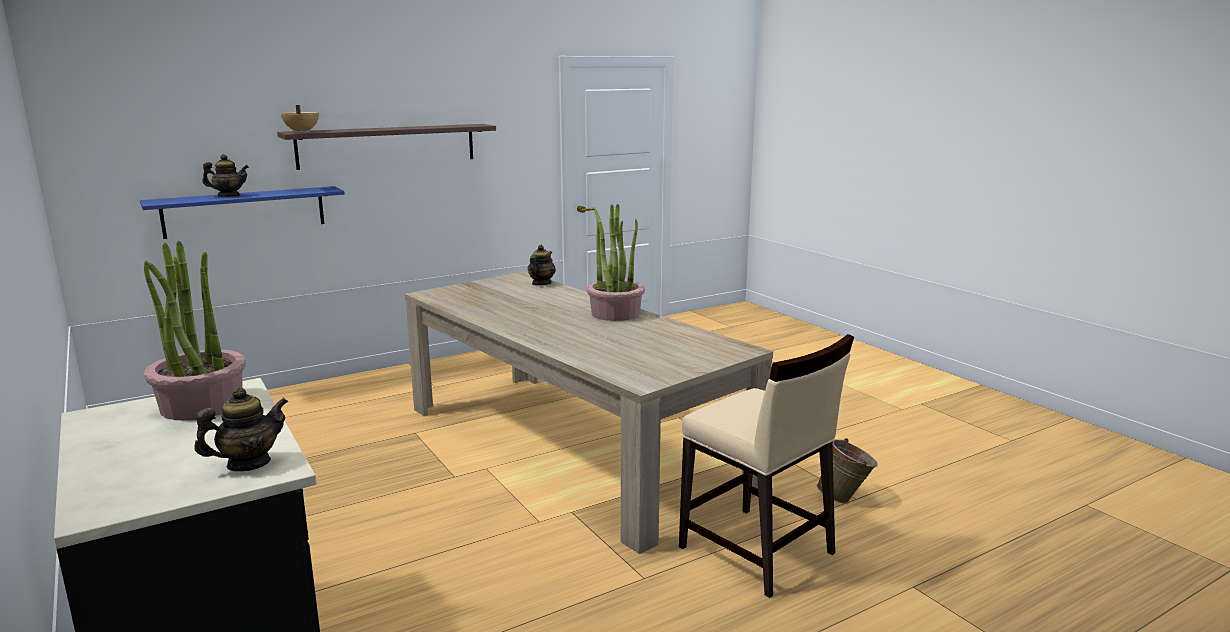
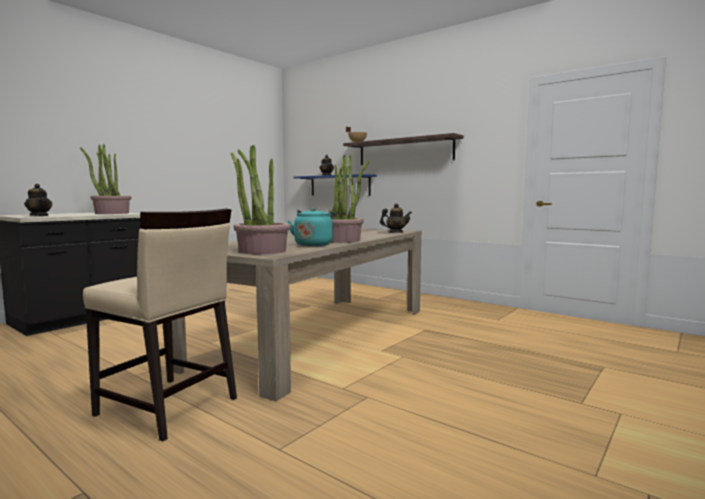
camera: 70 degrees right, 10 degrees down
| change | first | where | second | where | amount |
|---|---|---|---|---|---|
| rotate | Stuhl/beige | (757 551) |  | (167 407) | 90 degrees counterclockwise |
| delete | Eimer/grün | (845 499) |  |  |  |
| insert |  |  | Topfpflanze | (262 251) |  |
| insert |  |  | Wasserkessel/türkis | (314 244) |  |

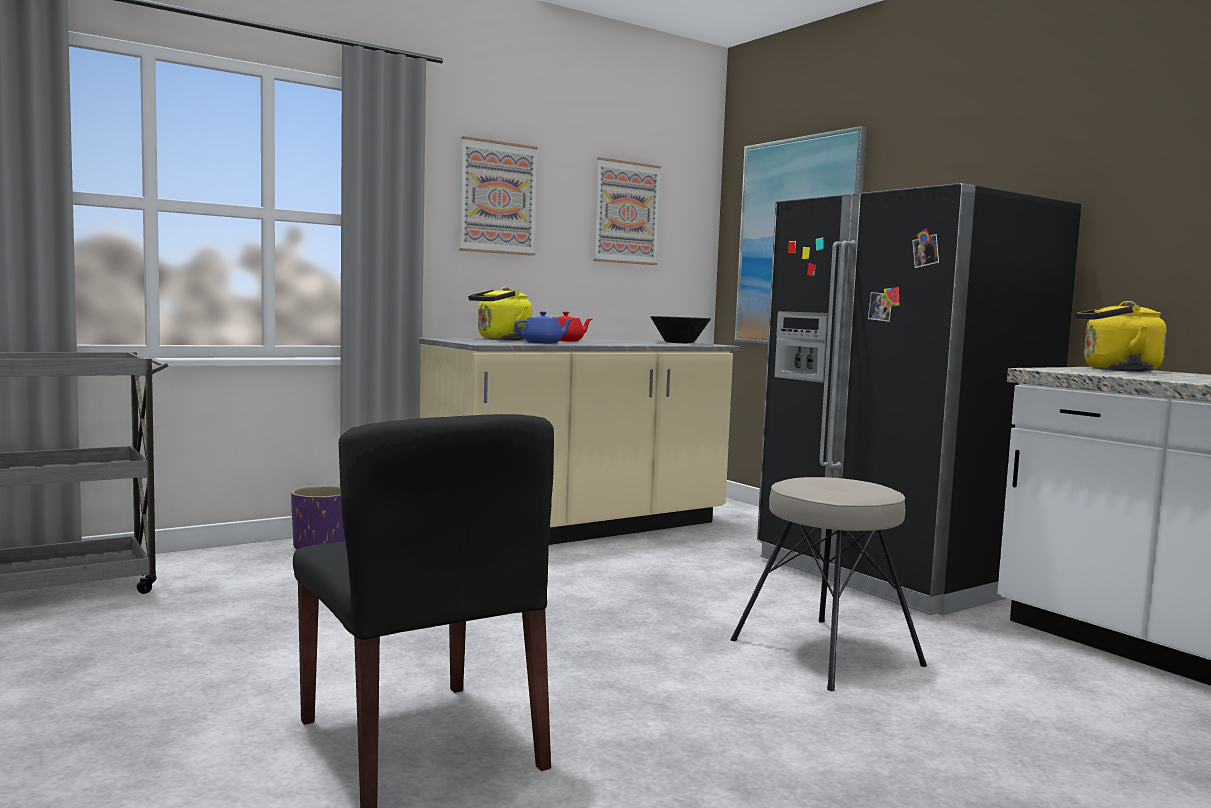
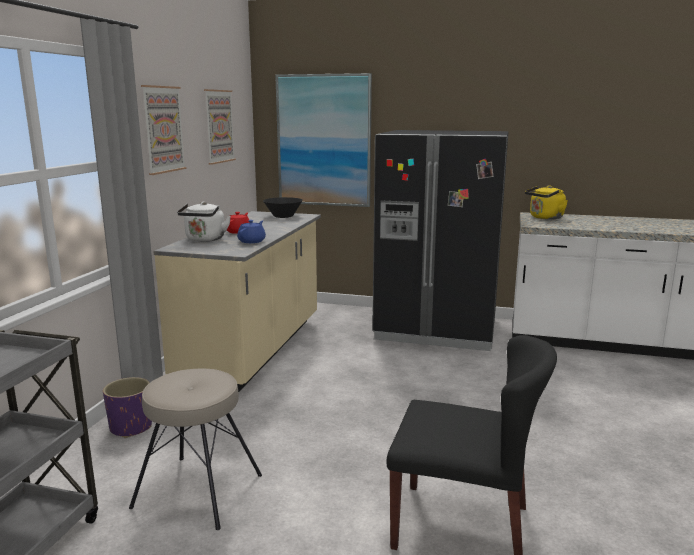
camera: 40 degrees left, 10 degrees up
| change | first | where | second | where | amount |
|---|---|---|---|---|---|
| recolor | Wasserkessel/gelb | (501 339) | Wasserkessel/weiß | (205 240) |  |
| move | Hocker/beige | (826 652) |  | (198 490) |  |

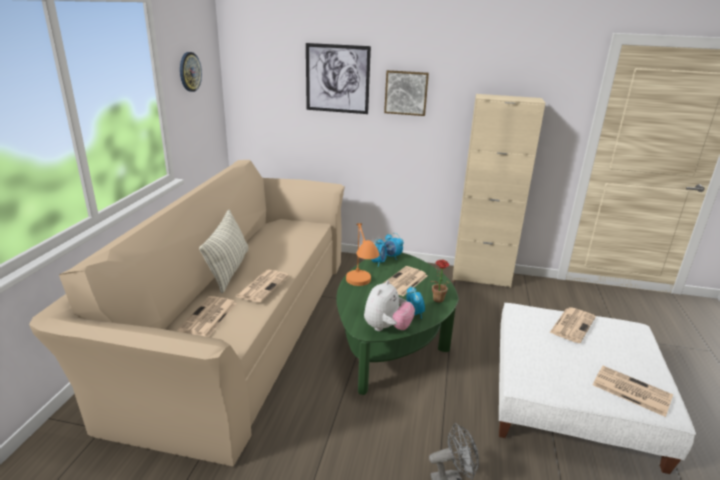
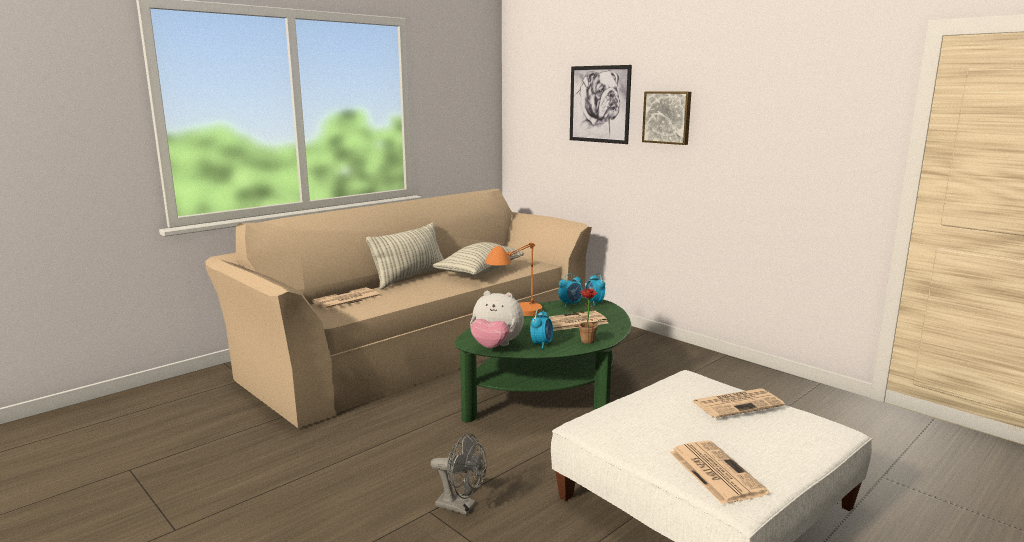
camera: 35 degrees right, 10 degrees down
| change | first | where | second | where | amount |
|---|---|---|---|---|---|
| delete | Wanduhr | (189 72) |  |  |  |
| delete | Schrank/beige | (481 277) |  |  |  |
| delete | Zeitung | (262 286) |  |  |  |
| rotate | Plüschtier | (387 328) |  | (495 346) | 45 degrees clockwise |
| insert |  |  | Kissen | (480 272) |  |

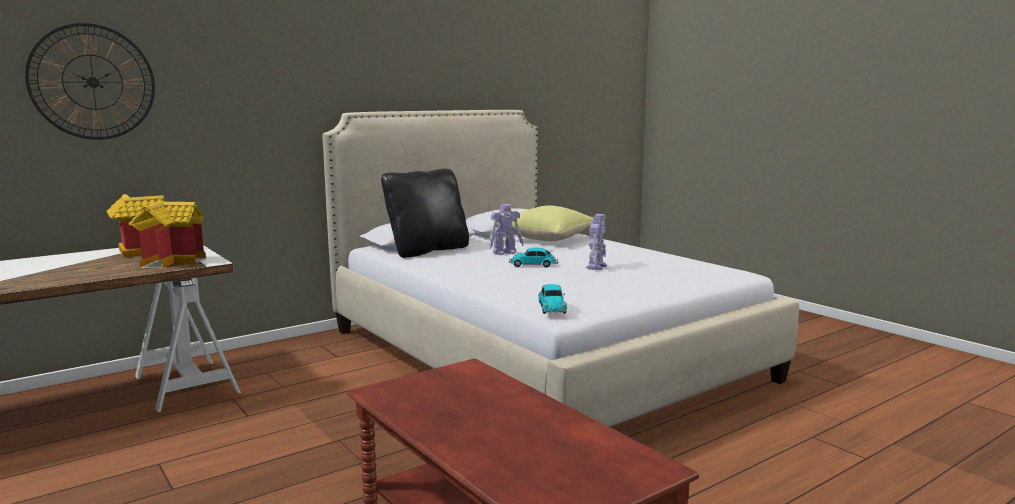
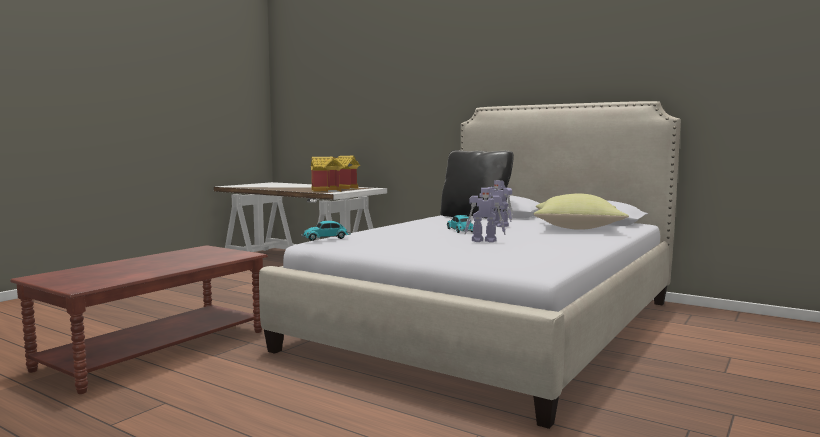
camera: 70 degrees right, 5 degrees down
| change | first | where | second | where | amount |
|---|---|---|---|---|---|
| delete | Wanduhr | (93 82) |  |  |  |

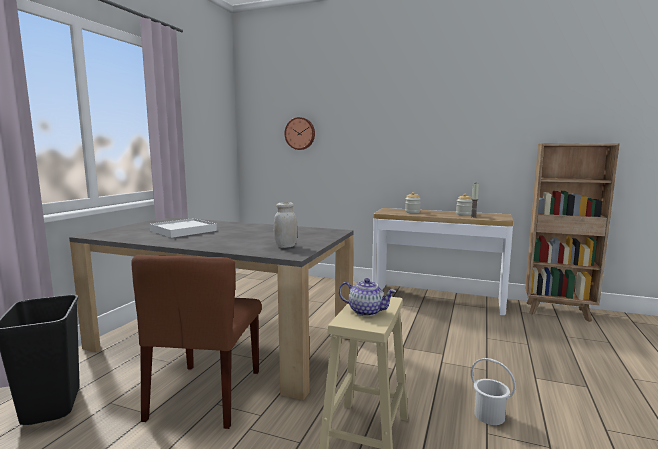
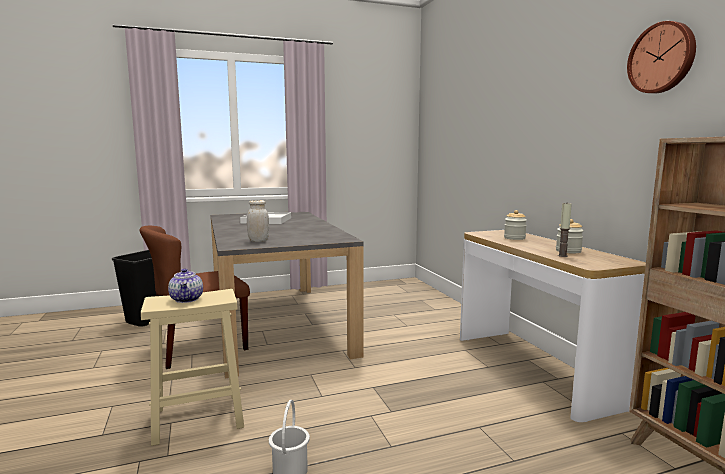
camera: 50 degrees right, 0 degrees up
| change | first | where | second | where | amount |
|---|---|---|---|---|---|
| move | Wanduhr | (300 133) |  | (662 58) |  |

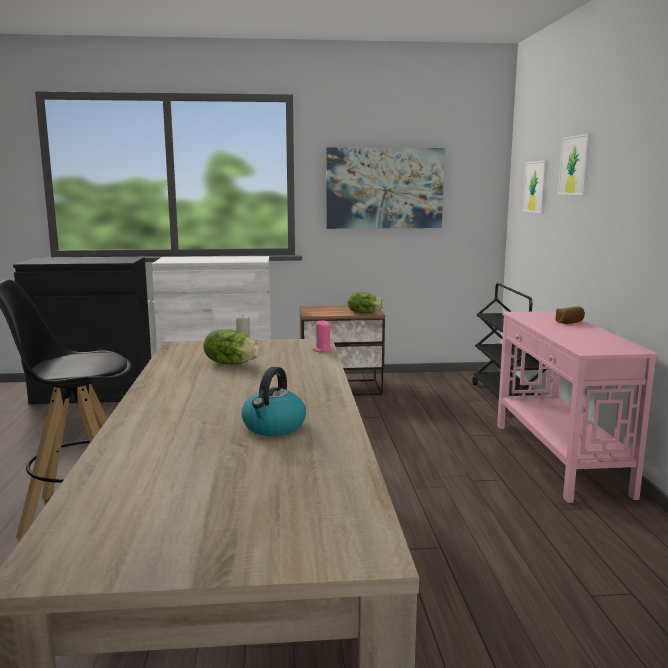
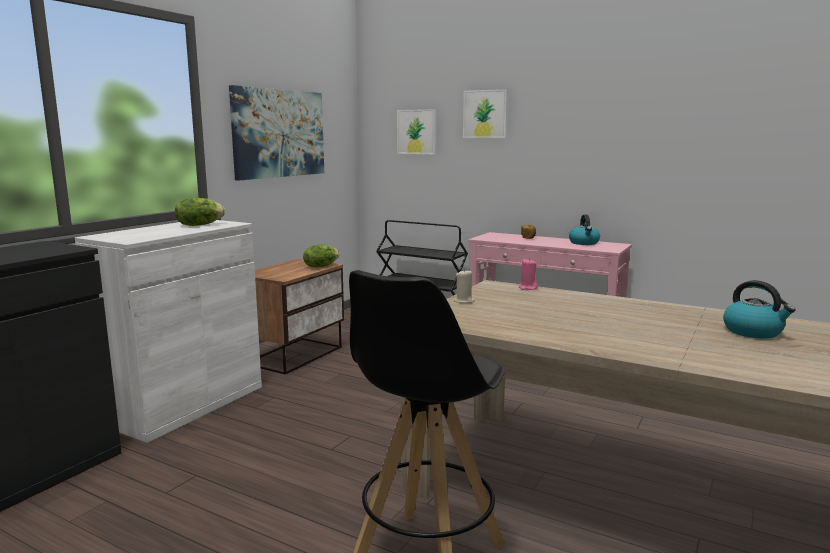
camera: 55 degrees left, 0 degrees up
| change | first | where | second | where | amount |
|---|---|---|---|---|---|
| move | Salatkopf | (231 363) |  | (199 225) |  |
| insert |  |  | Wasserkessel | (584 243) |  |

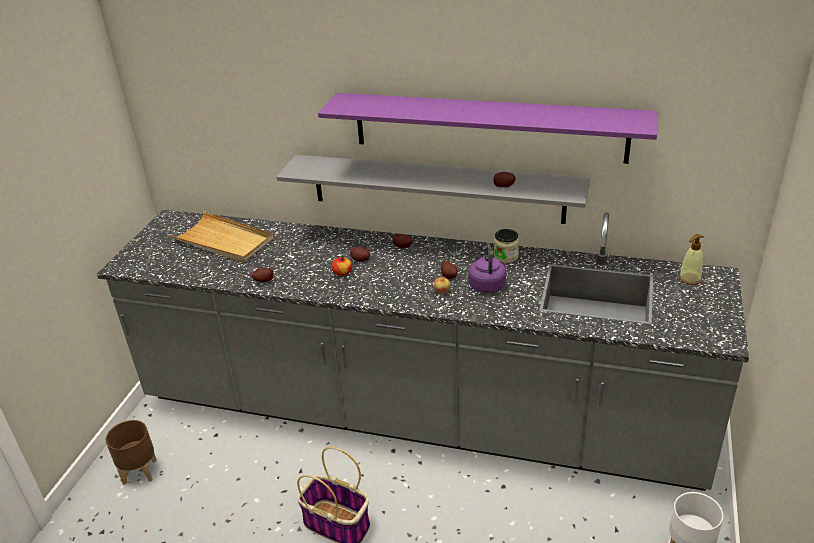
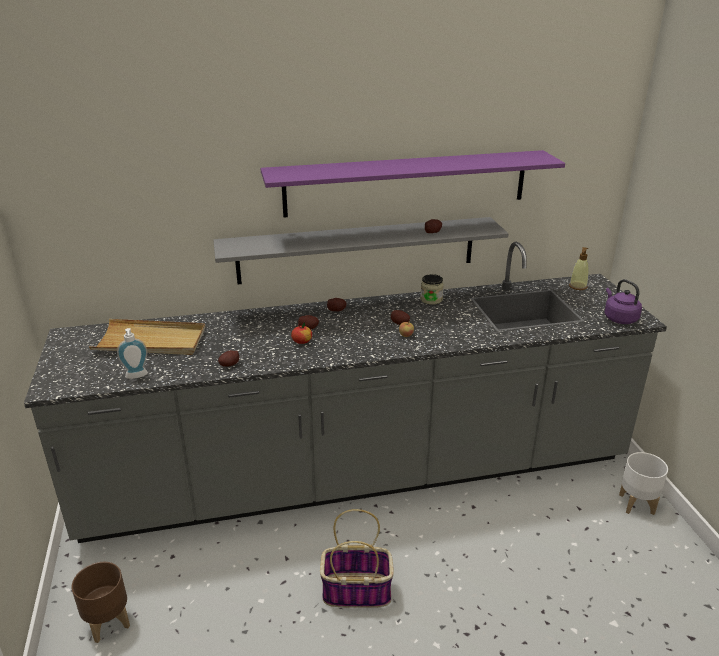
camera: 30 degrees left, 5 degrees down
| change | first | where | second | where | amount |
|---|---|---|---|---|---|
| move | Wasserkessel/lila | (487 284) |  | (619 318) |  |
| insert |  |  | Seifenspender | (136 376) |  |

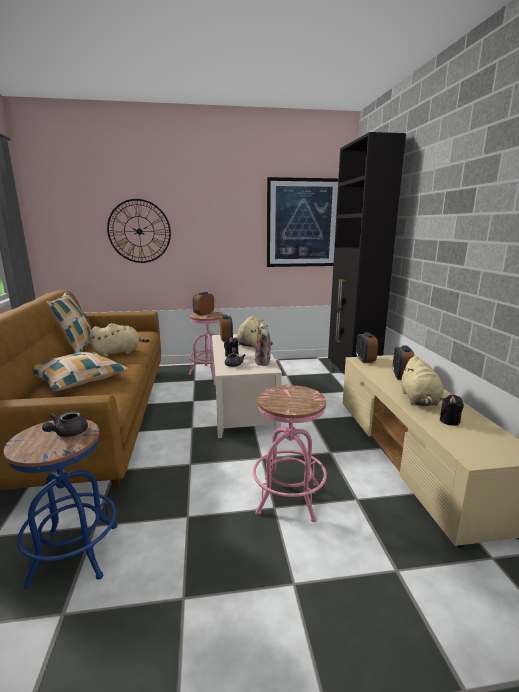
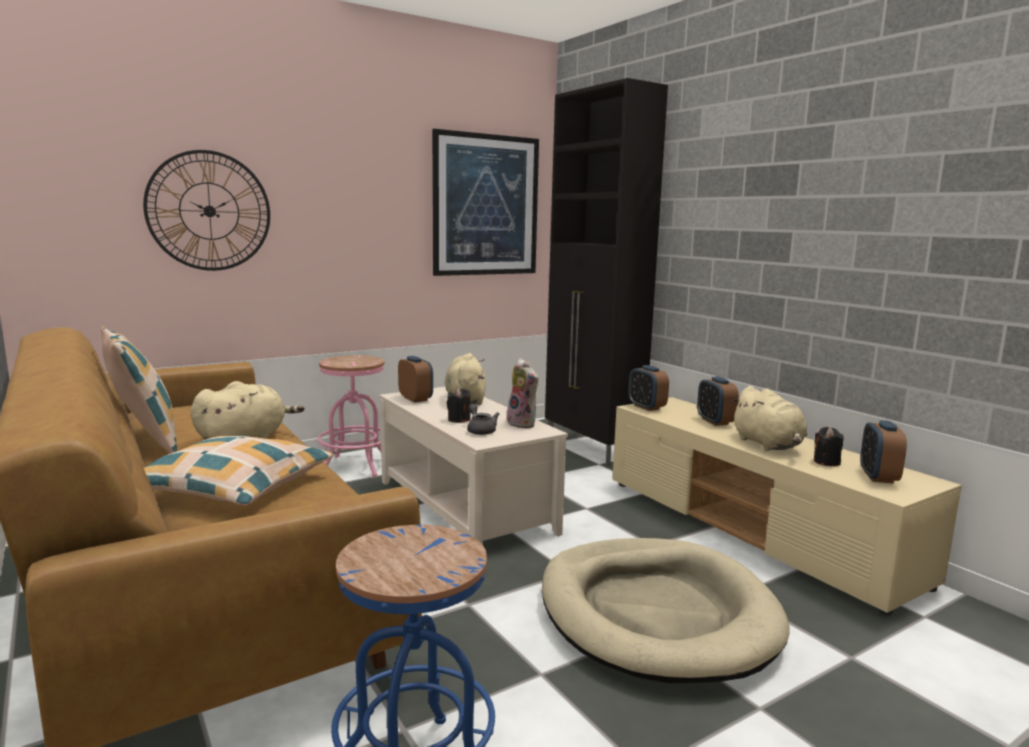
camera: 25 degrees left, 5 degrees down
| change | first | where | second | where | amount |
|---|---|---|---|---|---|
| move | Wecker | (203 314) |  | (878 477) |  |
| replace | Hocker/rosa | (288 498) | Hundebett/beige | (656 613) |  |
| delete | Teekanne/grau | (67 433) |  |  |  |

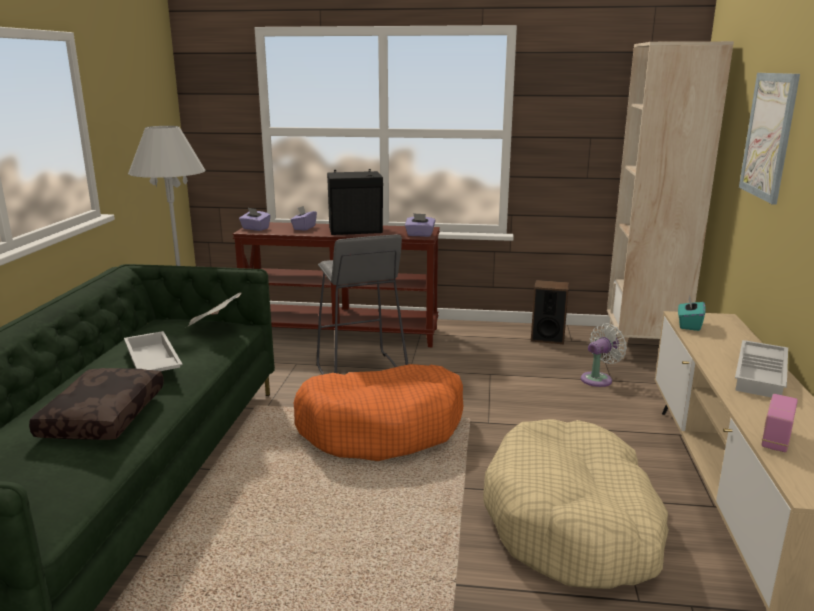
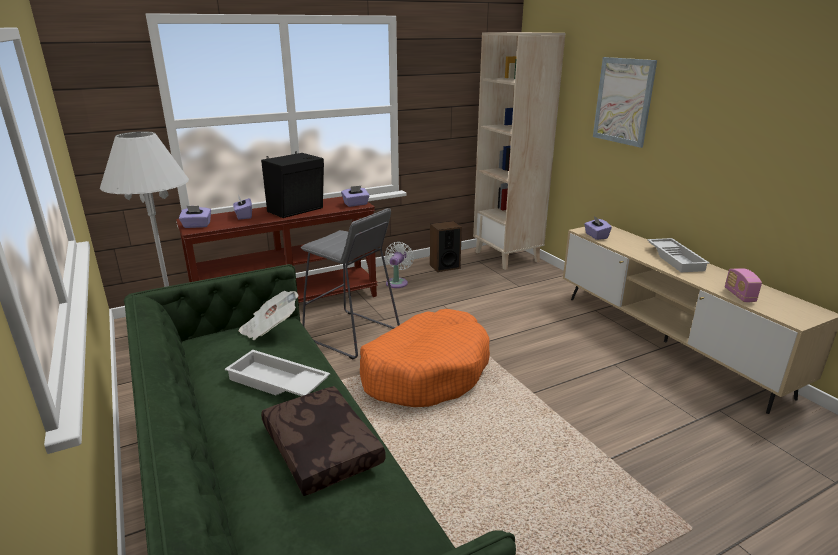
camera: 35 degrees left, 5 degrees up
| change | first | where | second | where | amount |
|---|---|---|---|---|---|
| recolor | Taschentuchbox/türkis | (689 325) | Taschentuchbox/lila | (596 236) |  |
| move | Ventilator/weiß | (598 379) |  | (397 282) |  |
| delete | Hundebett/beige | (573 523) |  |  |  |

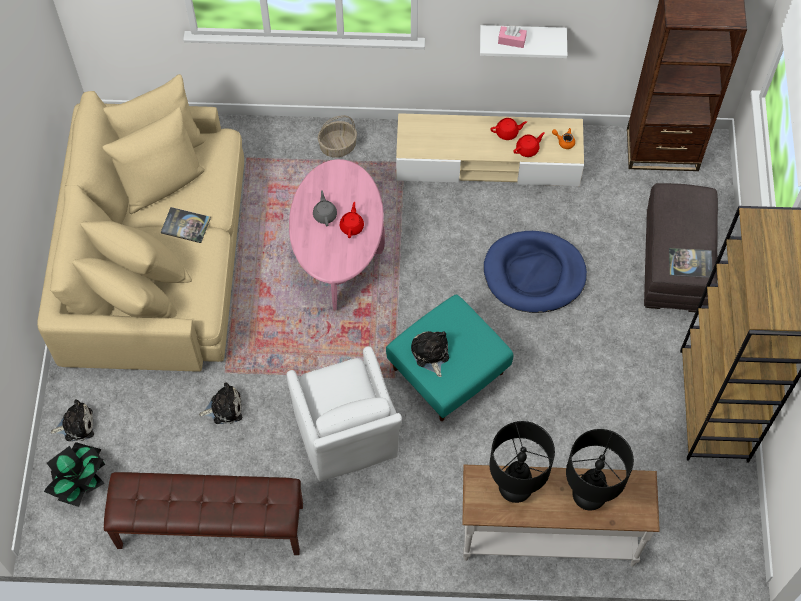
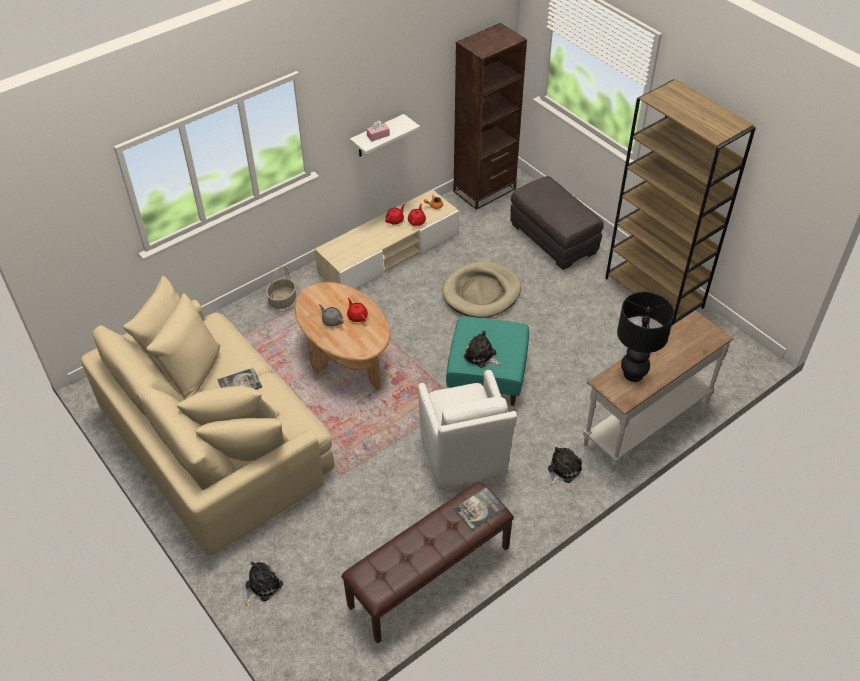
camera: 40 degrees left, 15 degrees down
| change | first | where | second | where | amount |
|---|---|---|---|---|---|
| recolor | Couchtisch/rosa | (338 252) | Couchtisch/braun | (345 356) |  |
| recolor | Hundebett/blau | (534 274) | Hundebett/beige | (481 293) |  |
| move | Buch | (690 263) |  | (479 509) |  |
| rotate | Sessel/weiß | (346 436) |  | (463 455) | 45 degrees clockwise |
| move | Plüschtier | (224 408) |  | (562 470) |  |
| delete | Tischlampe/schwarz | (587 498) |  |  |  |
| delete | Topfpflanze | (81 480) |  |  |  |

